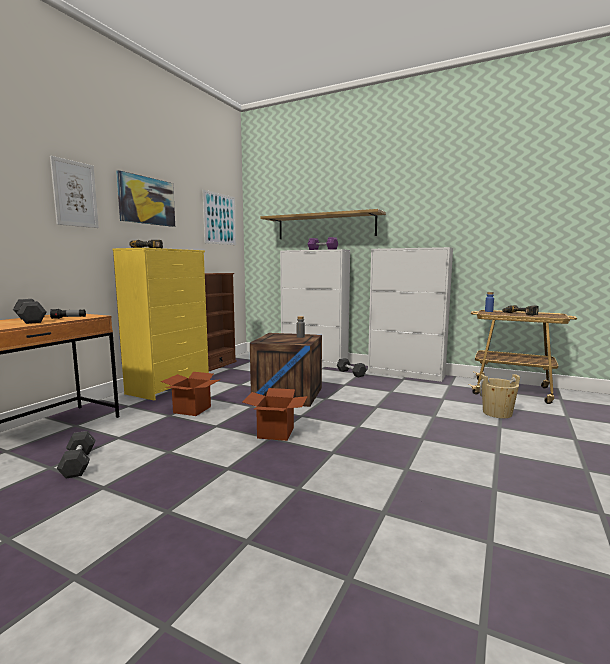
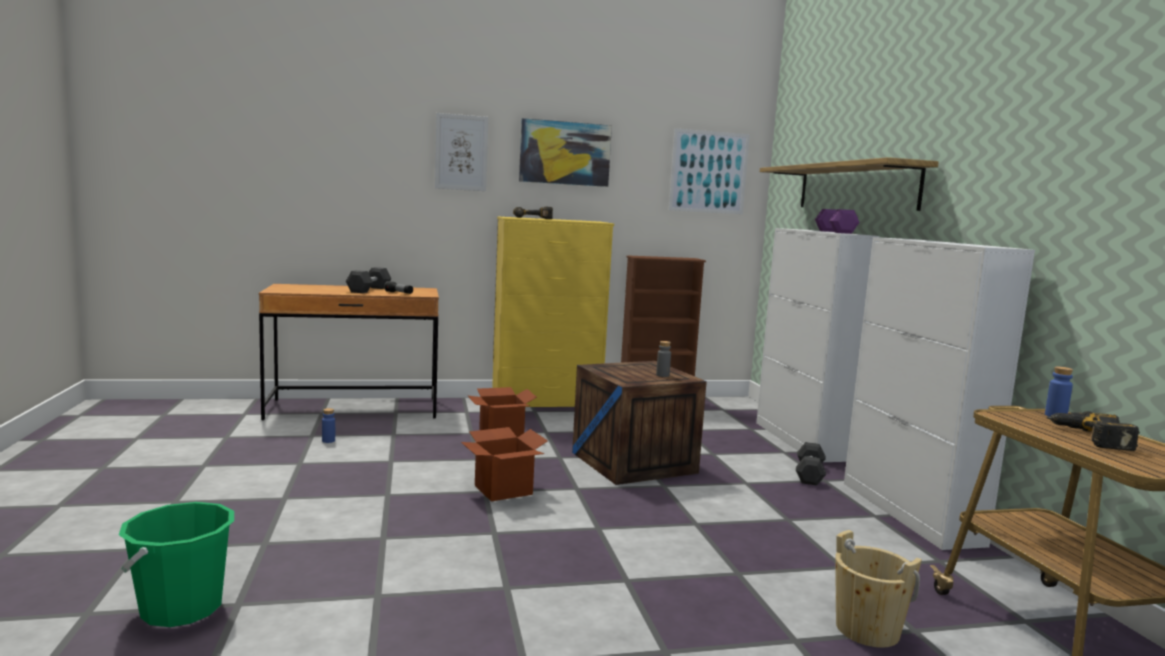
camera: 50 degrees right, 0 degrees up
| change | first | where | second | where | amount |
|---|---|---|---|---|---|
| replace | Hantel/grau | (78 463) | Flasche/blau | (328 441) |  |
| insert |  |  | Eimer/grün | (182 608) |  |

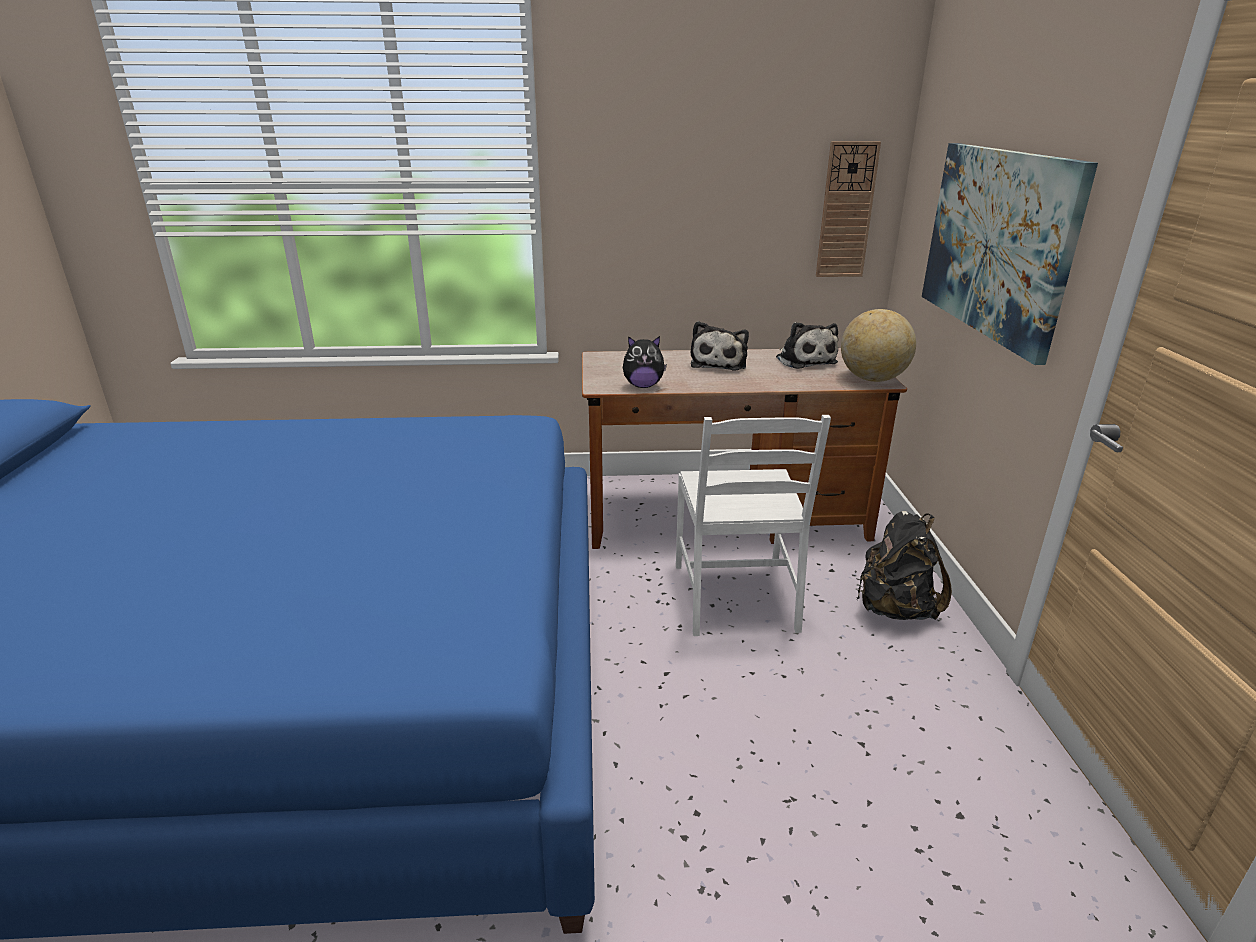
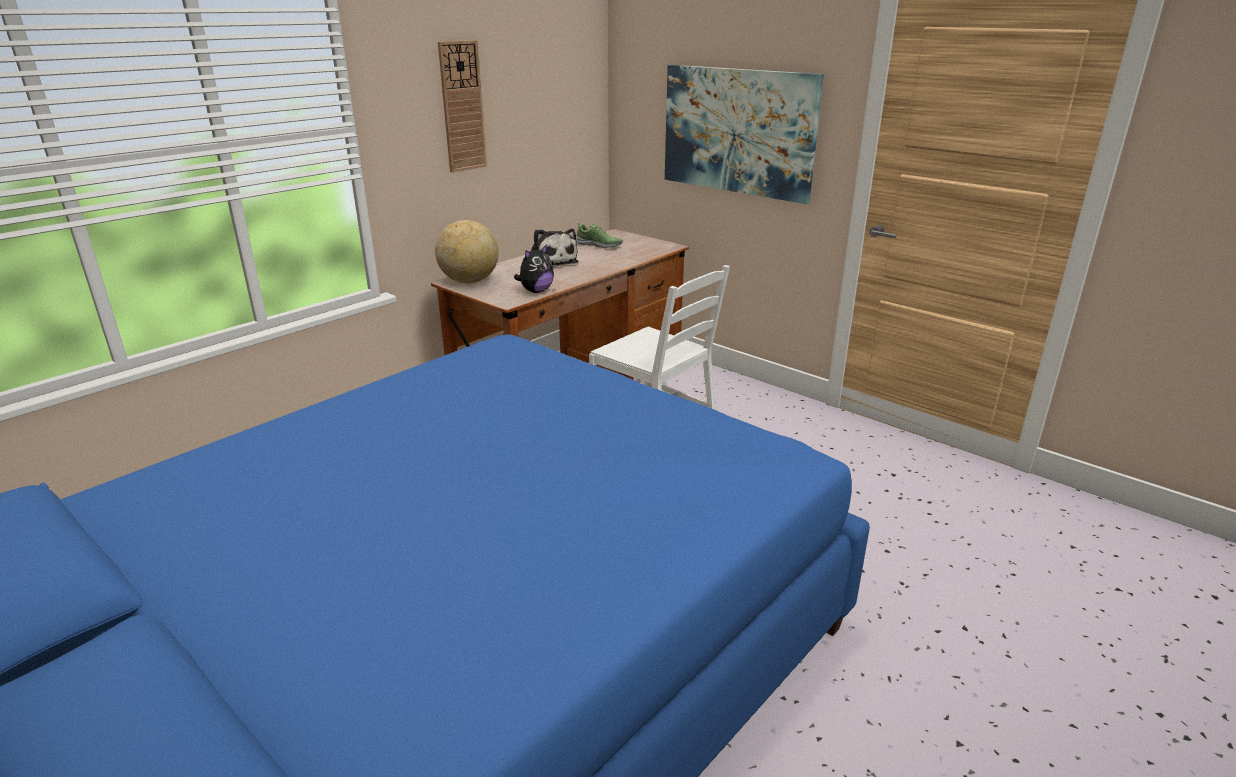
camera: 45 degrees left, 0 degrees up
| change | first | where | second | where | amount |
|---|---|---|---|---|---|
| move | Wanduhr | (846 211) |  | (462 107) |  |
| move | Globus | (872 379) |  | (469 281) |  |
| replace | Plüschtier | (804 360) | Schuh | (599 245) |  |
| delete | Rucksack/schwarz | (895 609) |  |  |  |

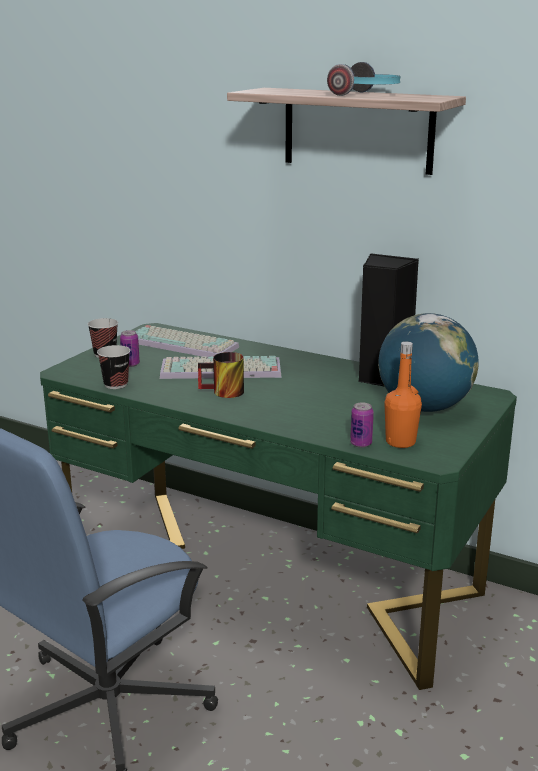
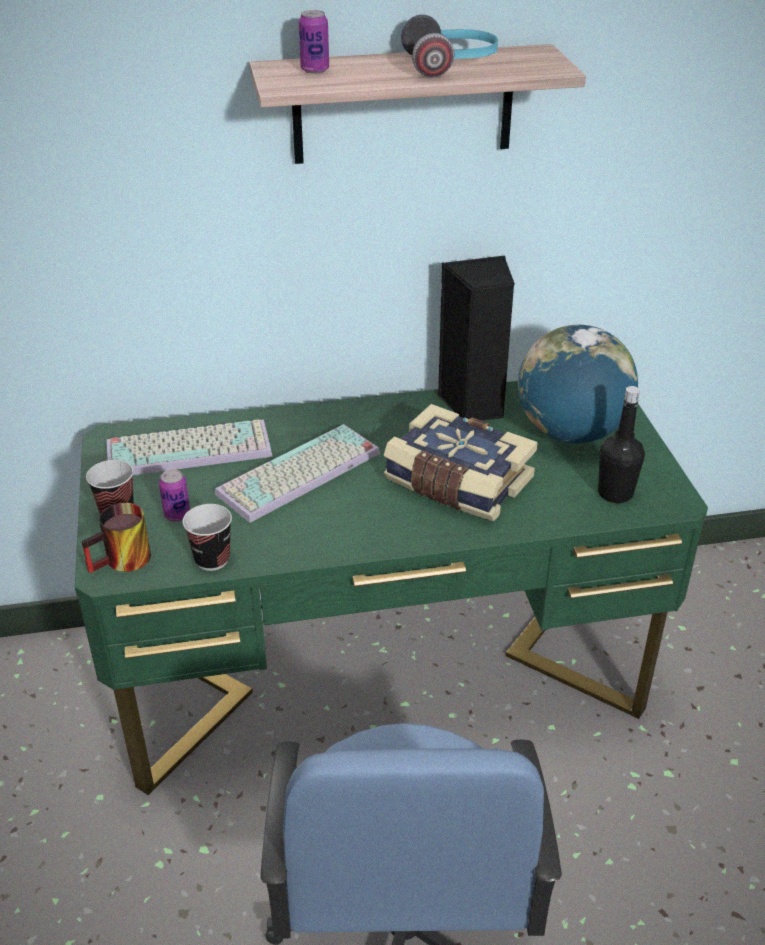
camera: 40 degrees left, 15 degrees up
| change | first | where | second | where | amount |
|---|---|---|---|---|---|
| recolor | Flasche/orange | (400 442) | Flasche/schwarz | (615 493) |  |
| move | Henkelbecher | (223 393) |  | (123 562) |  |
| move | Dose | (361 443) |  | (315 70) |  |
| insert |  |  | Buch | (457 483) |  |

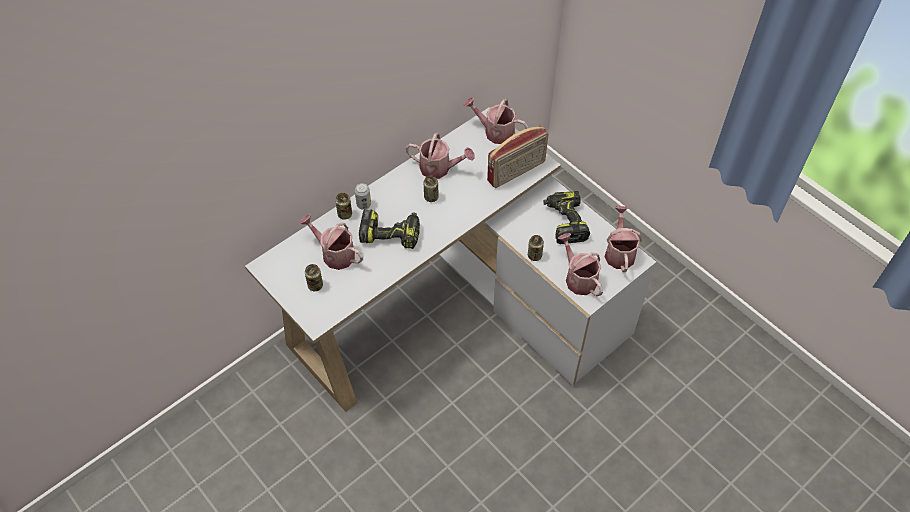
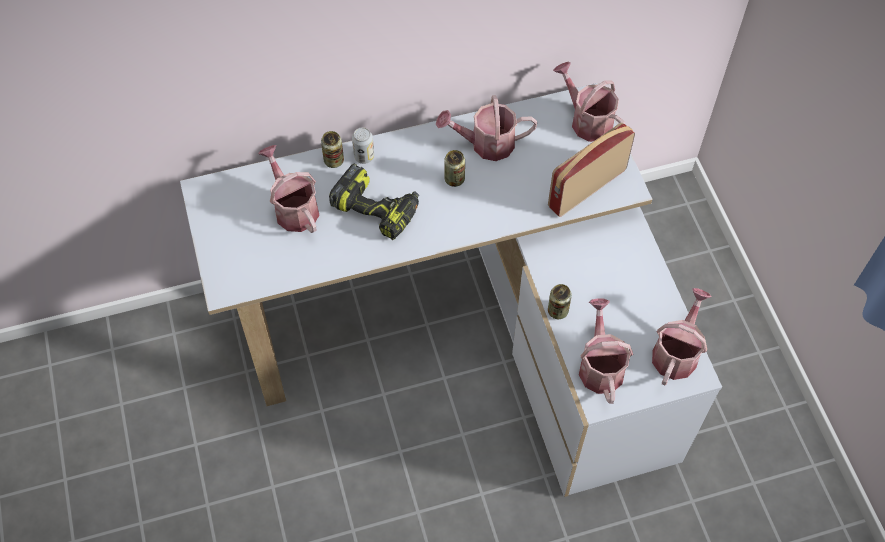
camera: 25 degrees right, 5 degrees up
| change | first | where | second | where | amount |
|---|---|---|---|---|---|
| rotate | Radio | (517 172) |  | (586 187) | 150 degrees clockwise |
| rotate | Gießkanne | (439 168) |  | (486 144) | 135 degrees clockwise |
| delete | Bohrmaschine | (564 221) |  |  |  |
| delete | Dose | (315 285) |  |  |  |

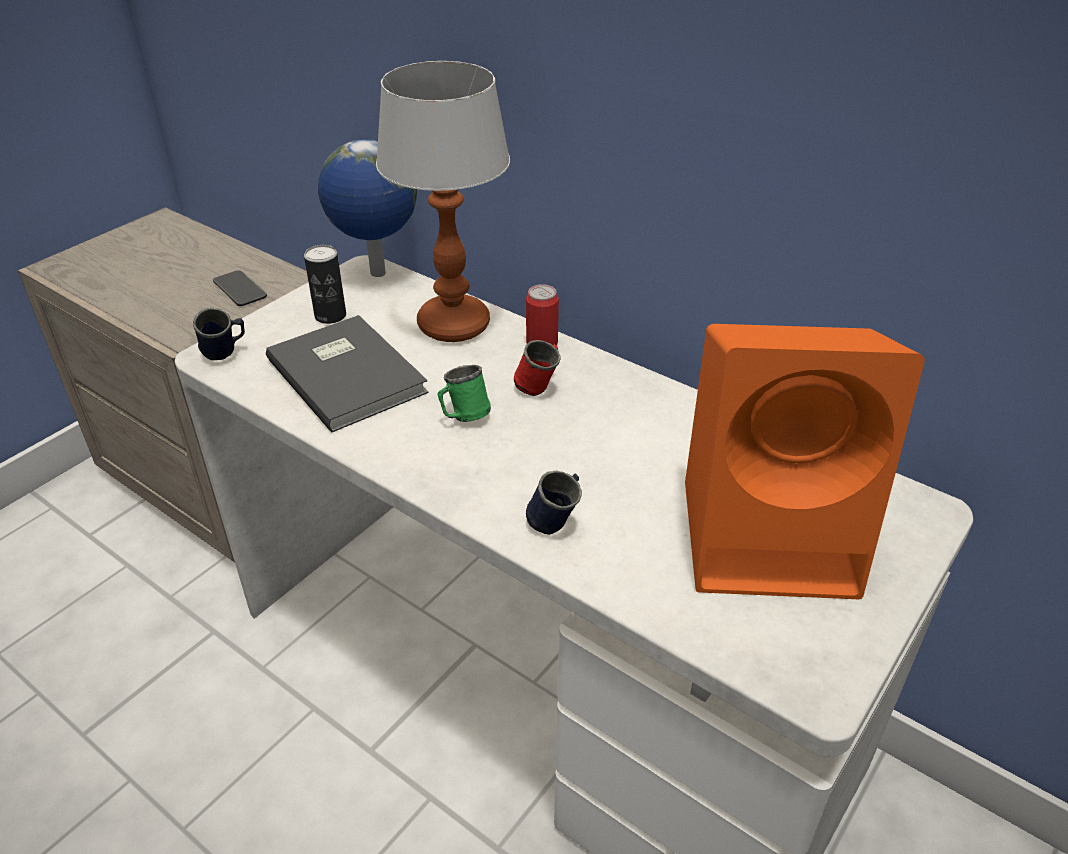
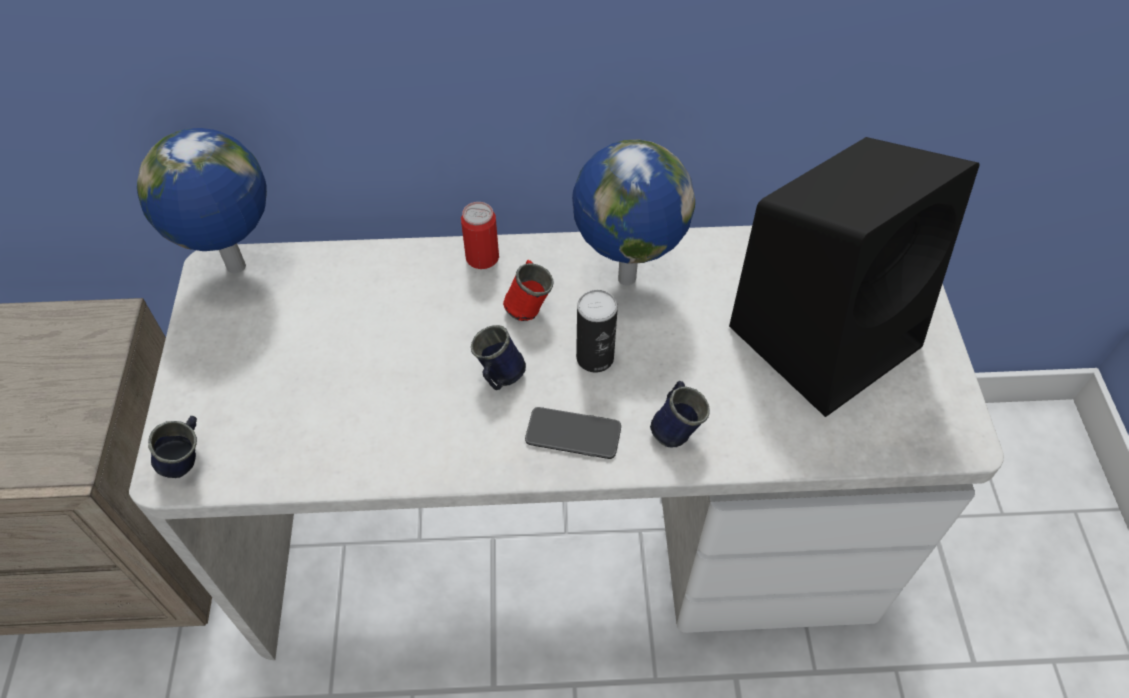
camera: 40 degrees left, 15 degrees up
| change | first | where | second | where | amount |
|---|---|---|---|---|---|
| delete | Tischlampe | (453 324) |  |  |  |
| move | Dose | (330 316) |  | (595 357) |  |
| move | Handy | (240 289) |  | (573 434) |  |
| delete | Buch/grau | (349 373) |  |  |  |
| recolor | Lautsprecher/orange | (773 536) | Lautsprecher/schwarz | (827 333) |  |
| recolor | Henkelbecher/grün | (463 417) | Henkelbecher/blau | (498 378) |  |
| insert |  |  | Globus | (624 278) |  |

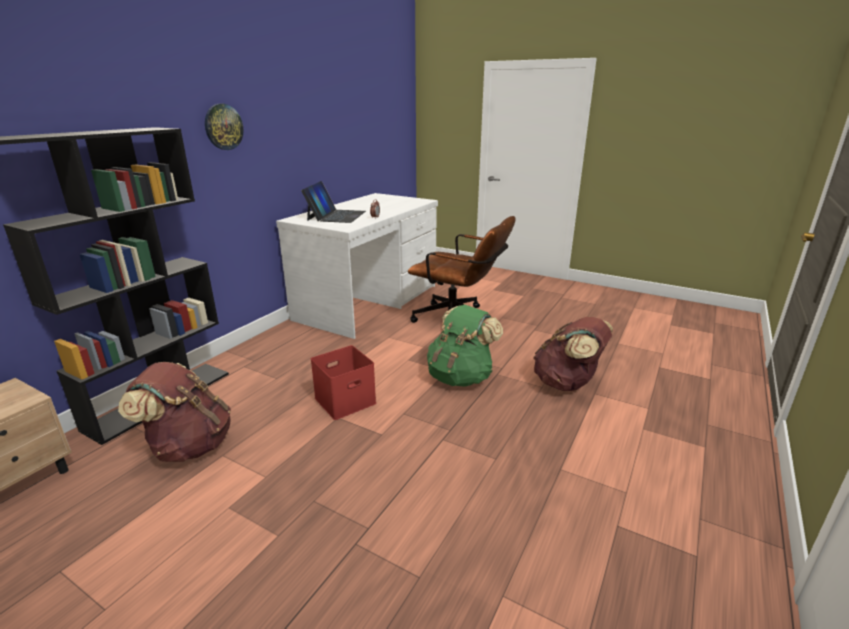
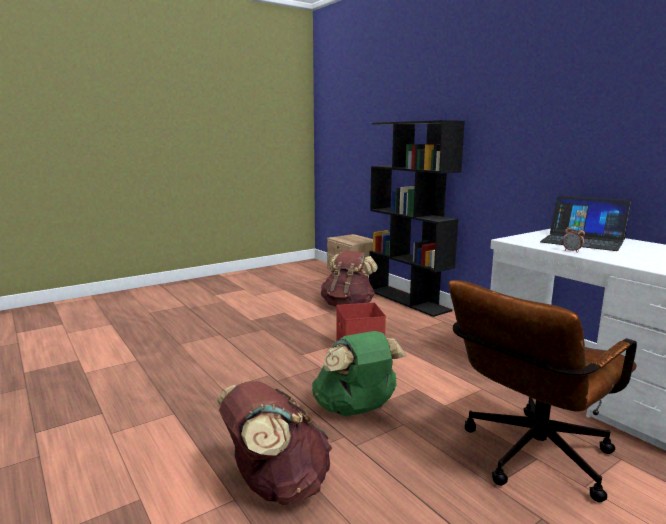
camera: 115 degrees right, 10 degrees down
| change | first | where | second | where | amount |
|---|---|---|---|---|---|
| delete | Wanduhr | (223 127) |  |  |  |

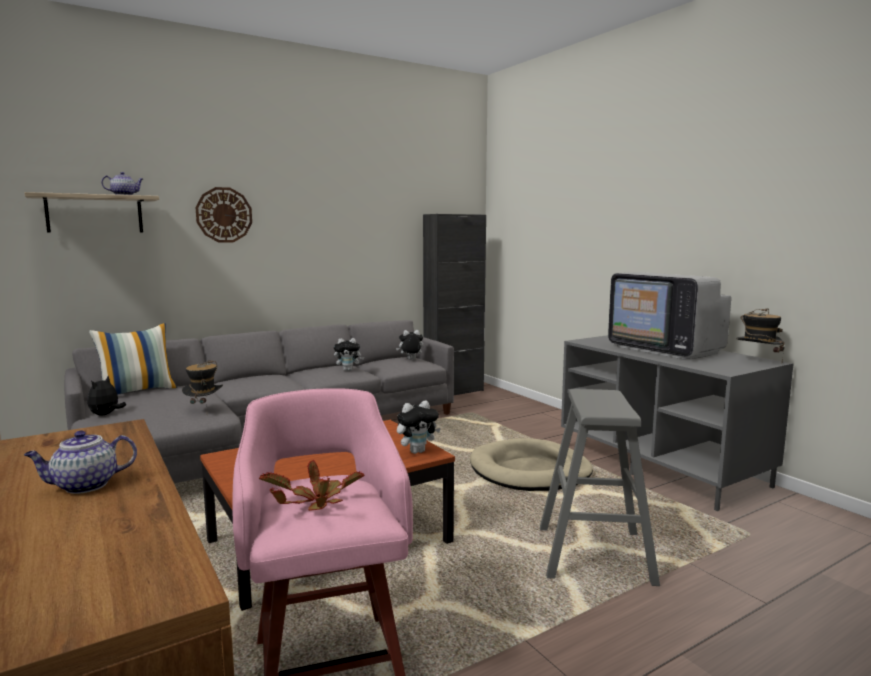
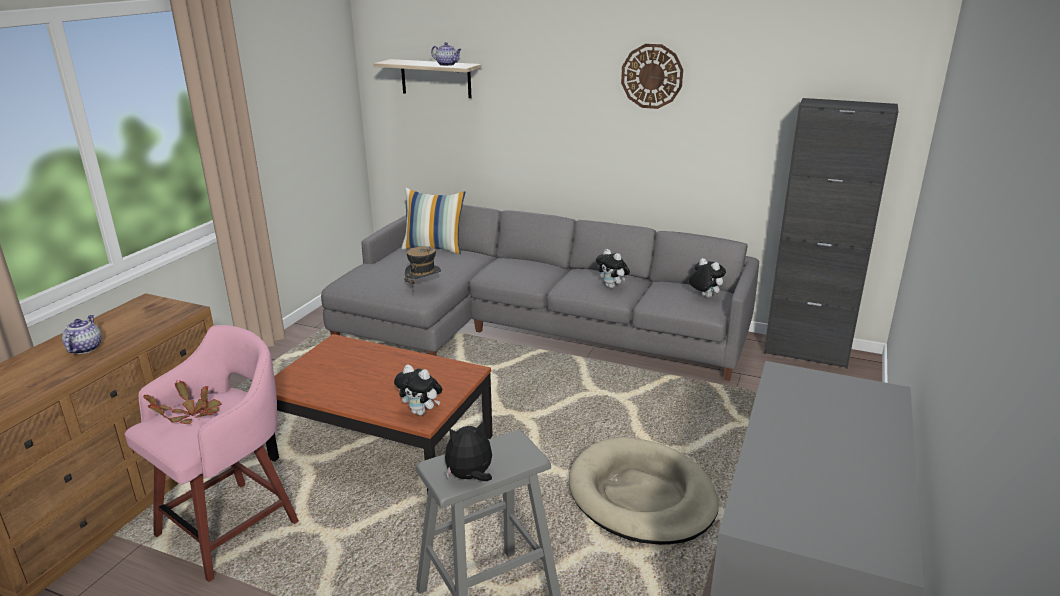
camera: 55 degrees right, 15 degrees up
| change | first | where | second | where | amount |
|---|---|---|---|---|---|
| move | Wanduhr | (224 215) |  | (652 76) |  |
| delete | Fernseher | (665 349) |  |  |  |
| delete | Hut | (757 361) |  |  |  |
| move | Plüschtier | (106 415) |  | (470 477) |  |
| rotate | Teekanne | (84 486) |  | (85 348) | 60 degrees clockwise |

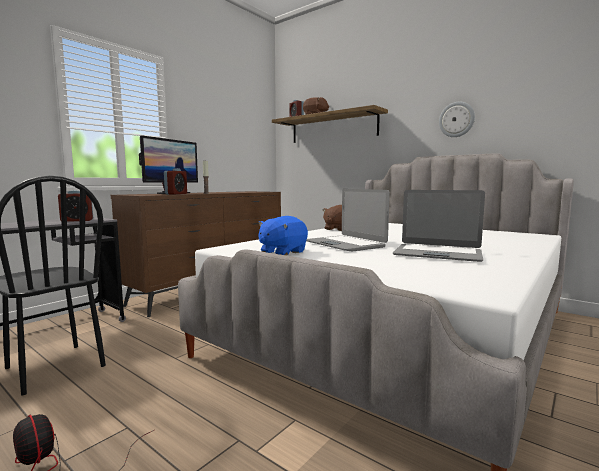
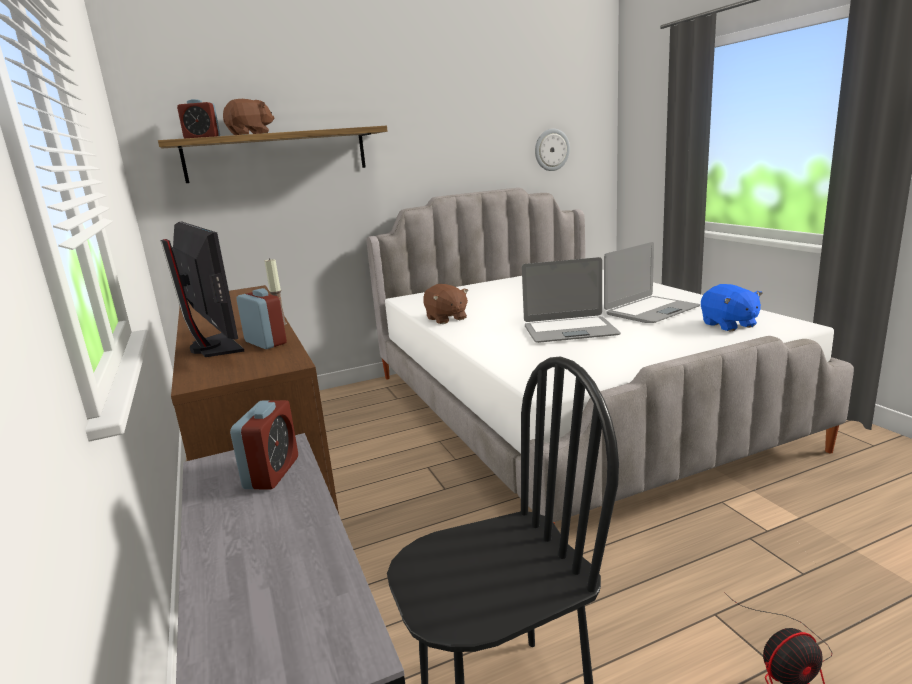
camera: 60 degrees left, 10 degrees up
| change | first | where | second | where | amount |
|---|---|---|---|---|---|
| move | Wanduhr | (456 119) |  | (551 150) |  |
| move | Plüschtier/blau | (282 252) |  | (728 325) |  |

